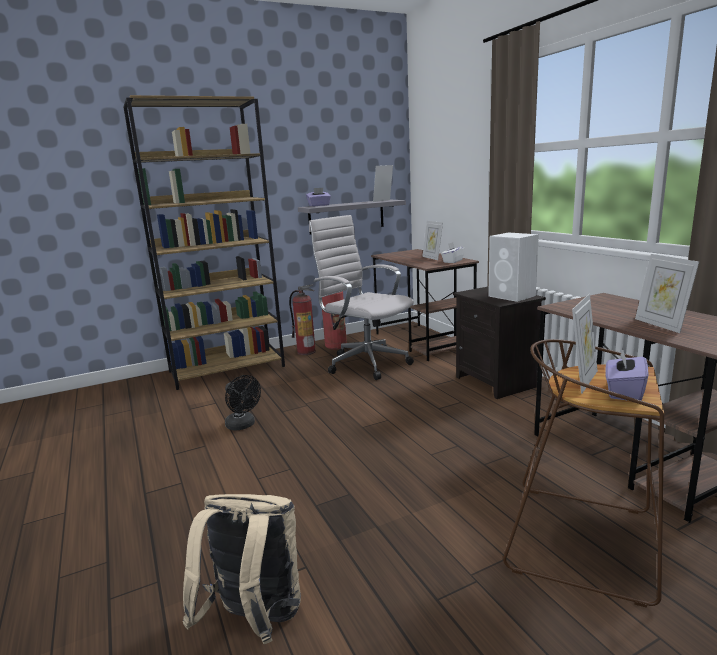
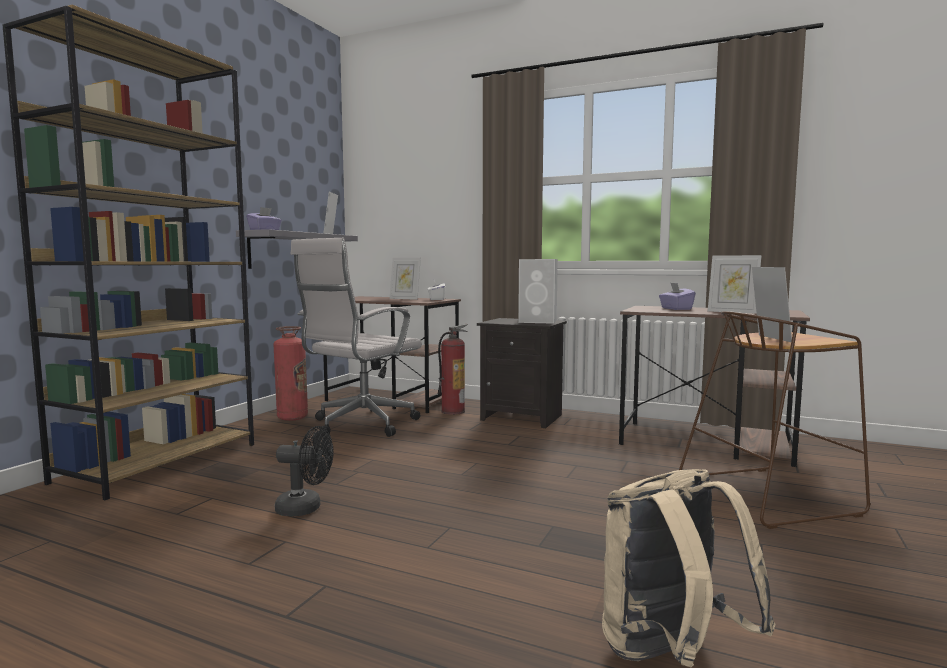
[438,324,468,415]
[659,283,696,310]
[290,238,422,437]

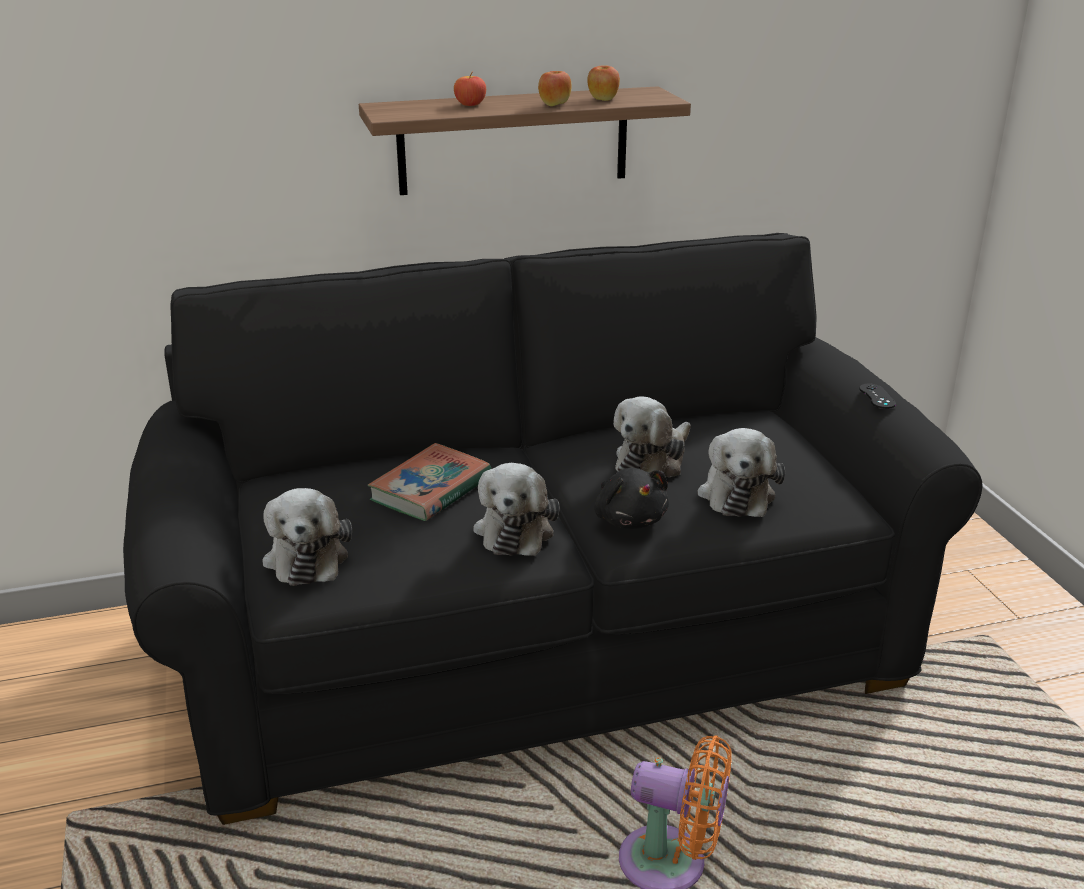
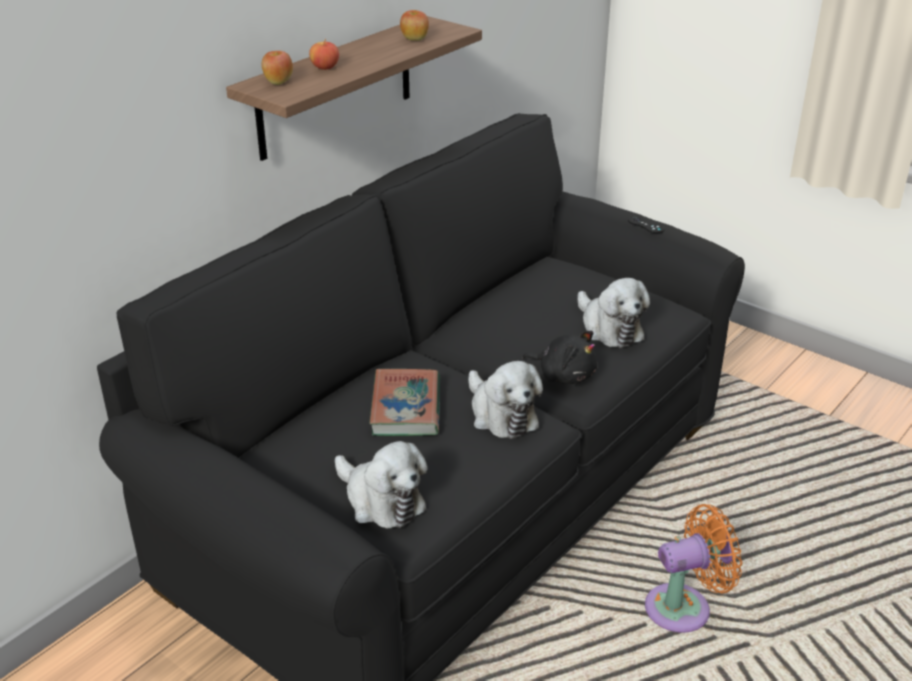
[613,396,691,477] (first image)
[261,51,293,85]

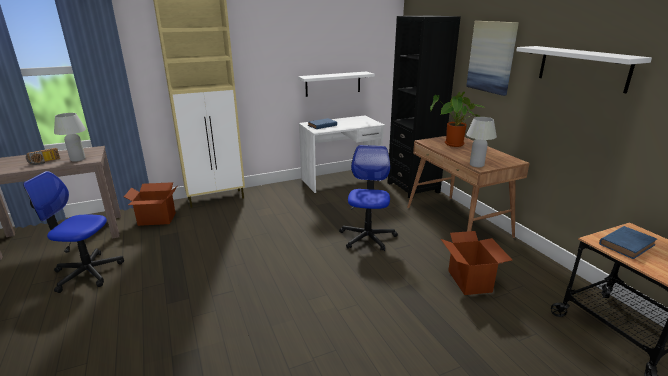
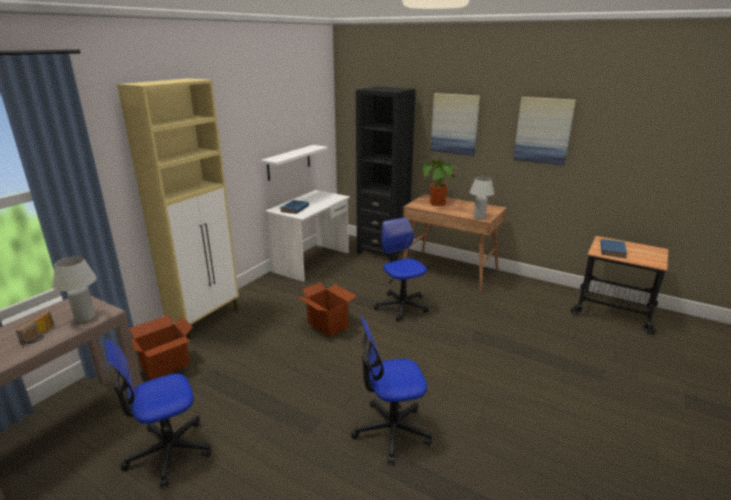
[351,317,432,464]
[297,282,357,337]
[513,97,576,166]

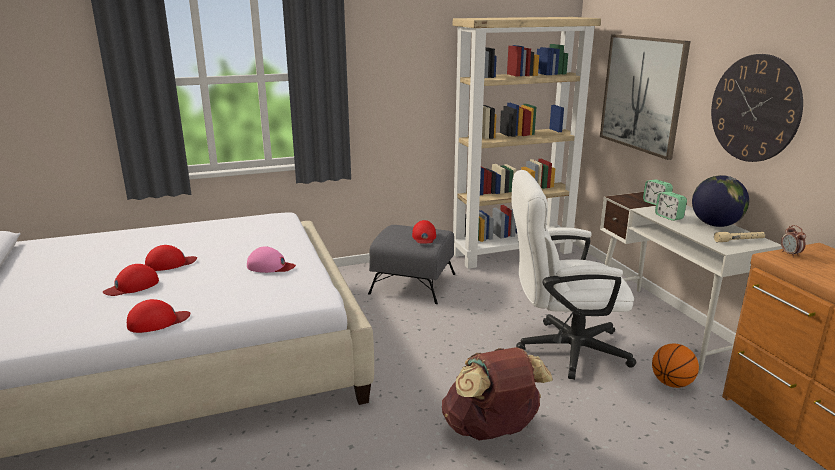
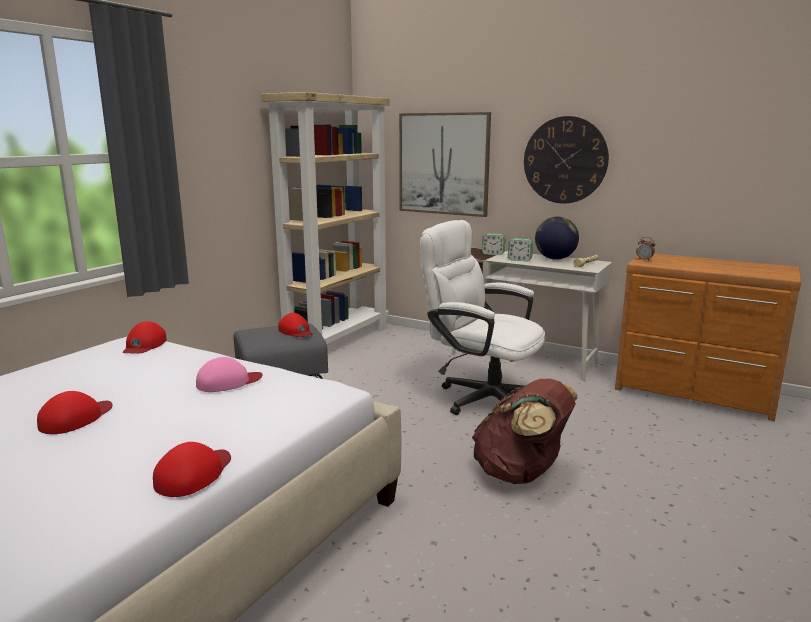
[652,344,699,388] (first image)
[123,321,167,354]
[420,220,545,415]

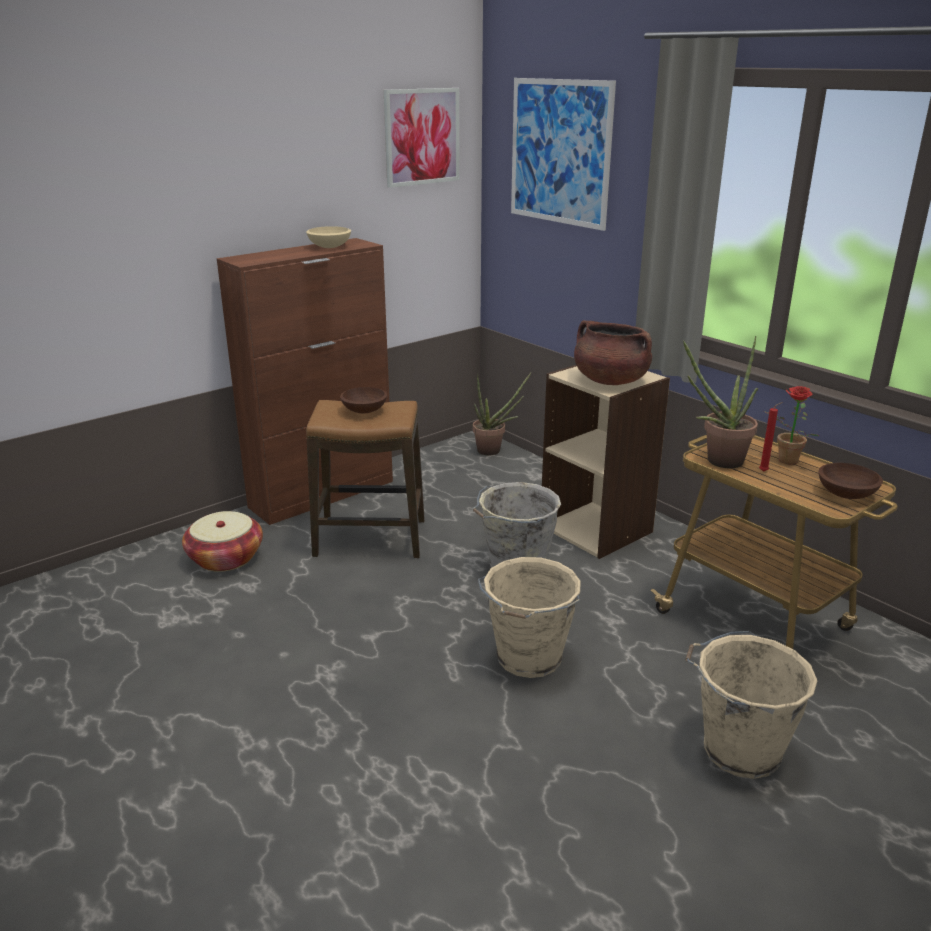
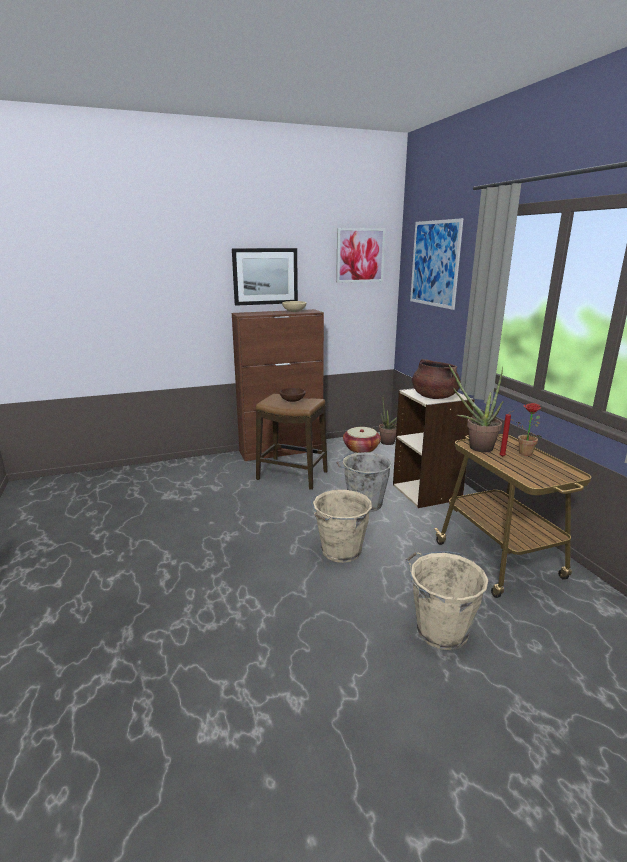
[819,463,883,499] (first image)
[232,248,298,306]
[343,427,381,453]

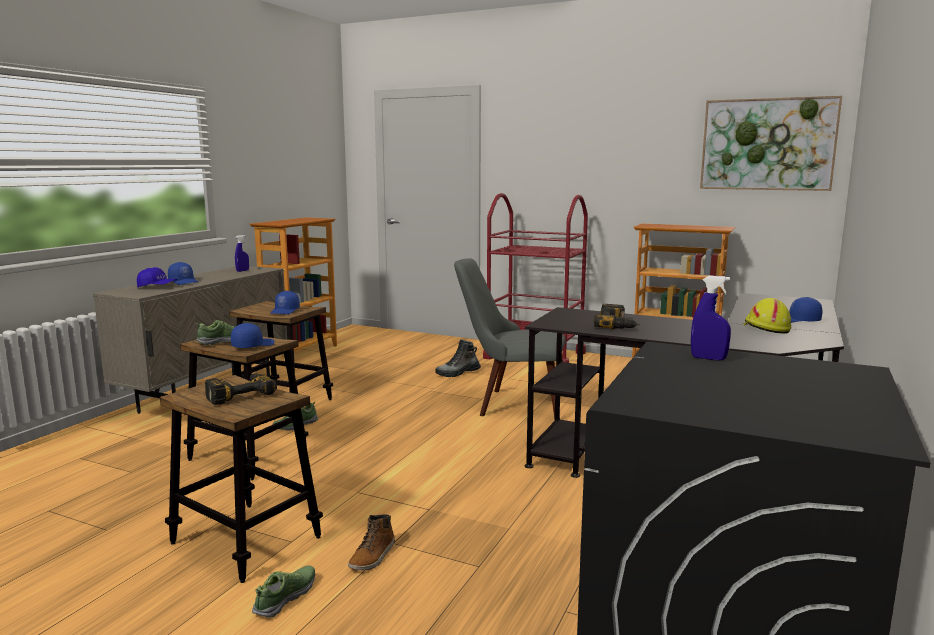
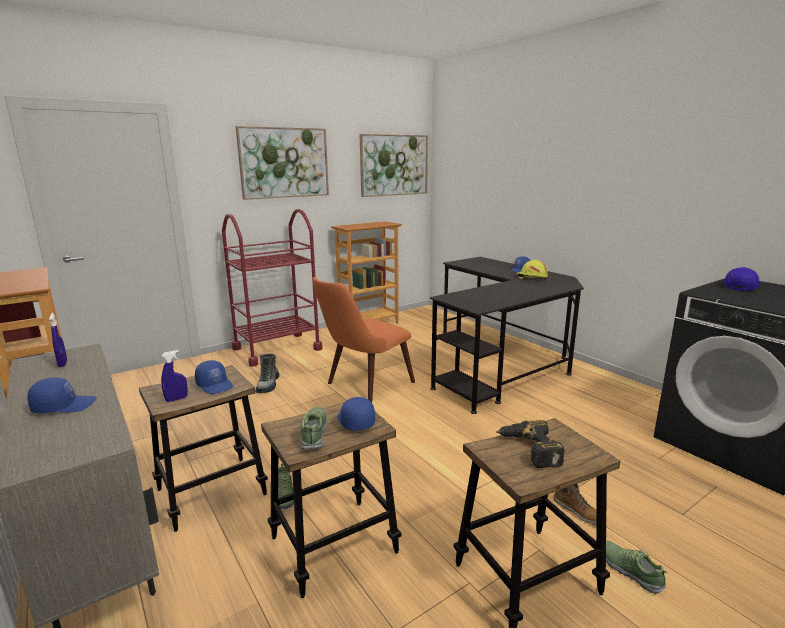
[594,304,639,329] (first image)
[236,126,329,200]
[723,267,759,291]
[161,350,188,402]
[312,277,415,402]

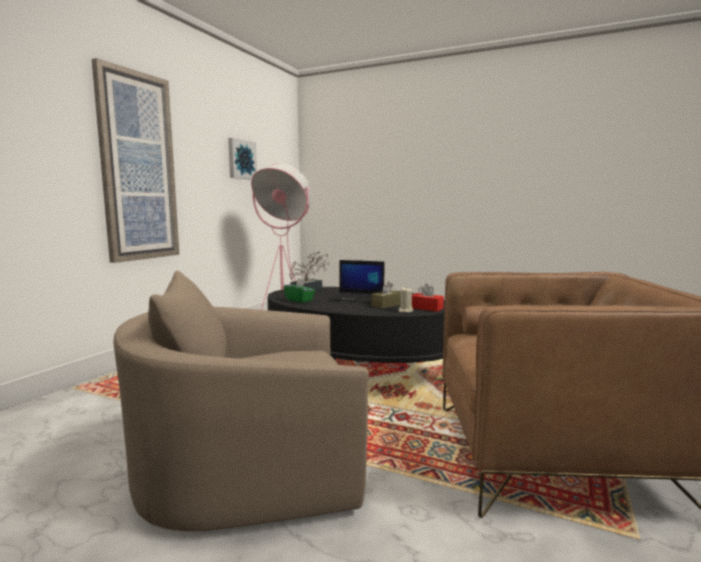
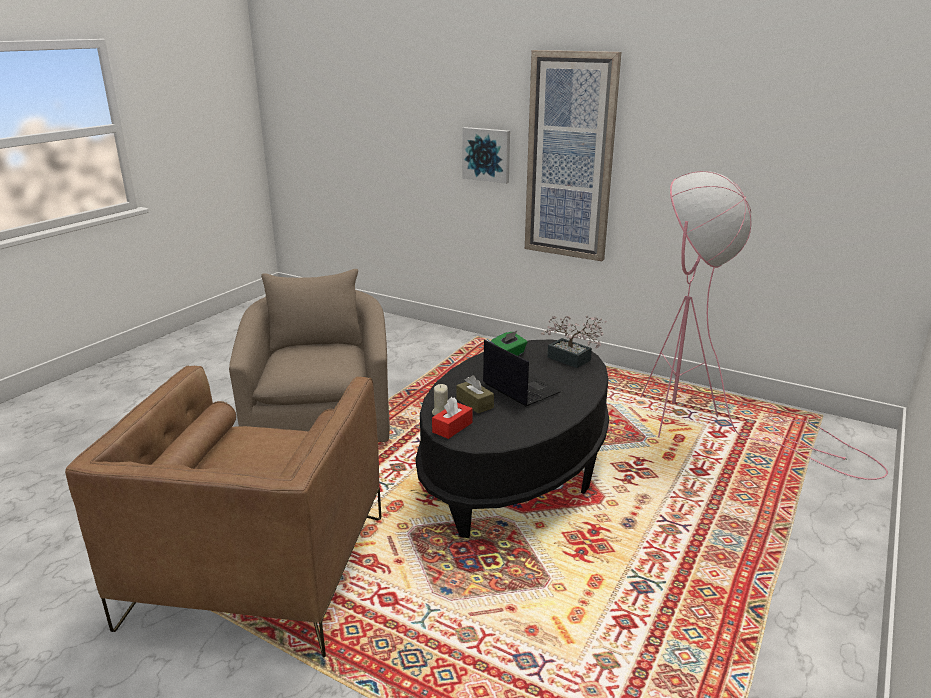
[462,127,510,184]
[483,340,561,406]

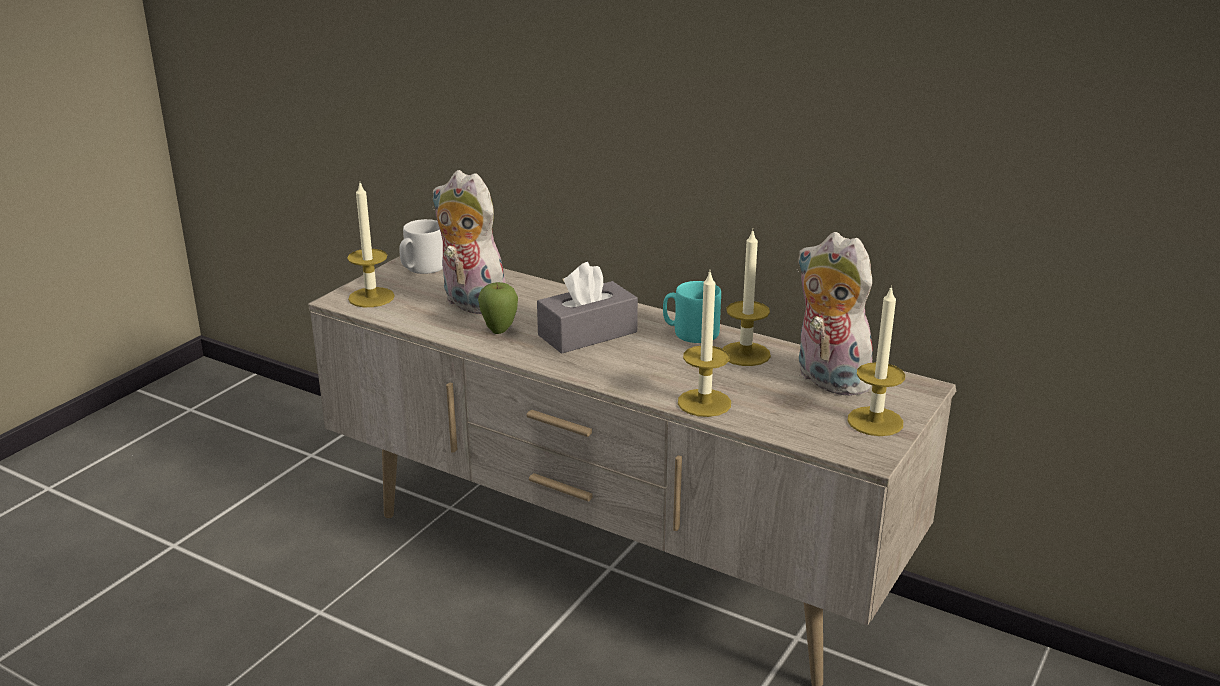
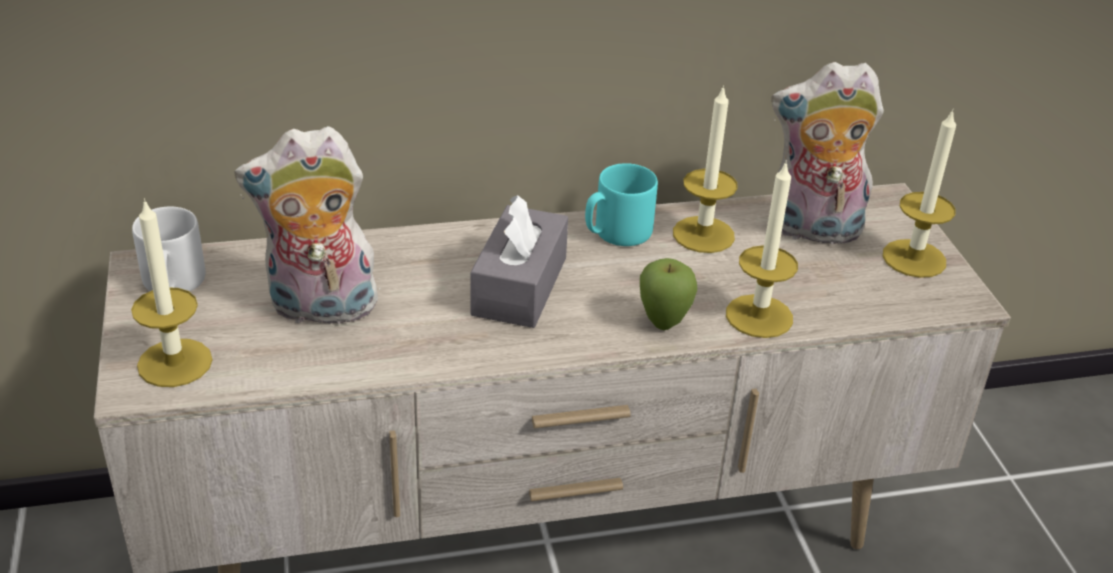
[640,258,697,330]

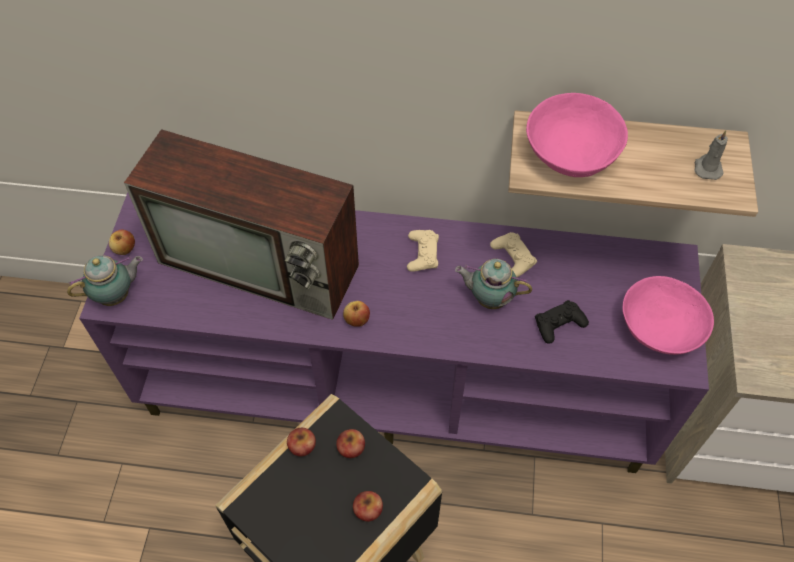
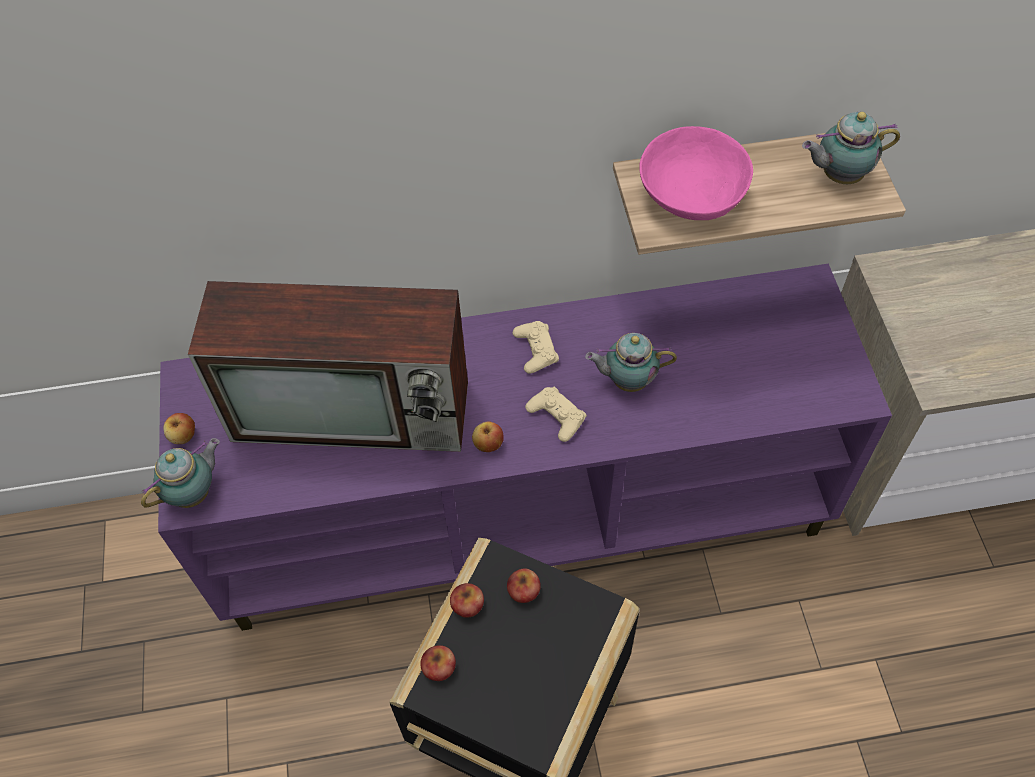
[535,300,589,344] (first image)
[623,276,714,355] (first image)
[420,645,456,681]
[525,387,587,442]
[802,112,900,184]

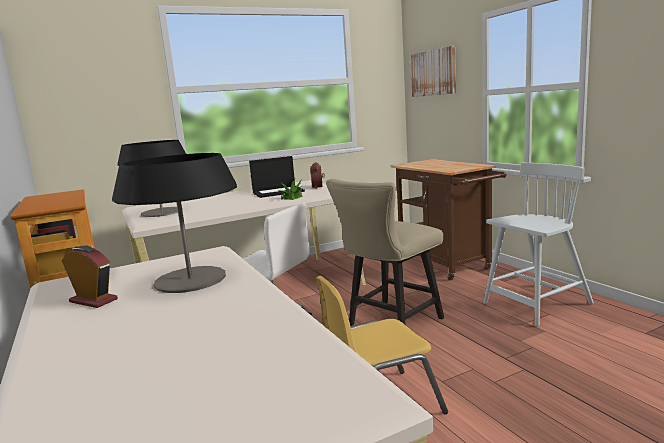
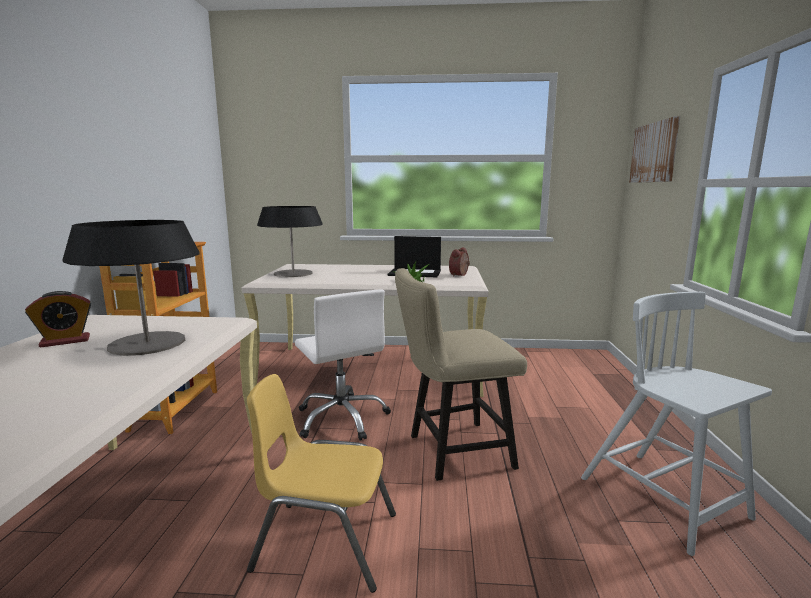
[391,159,507,281] (first image)
[25,291,91,348]
[581,292,772,556]

